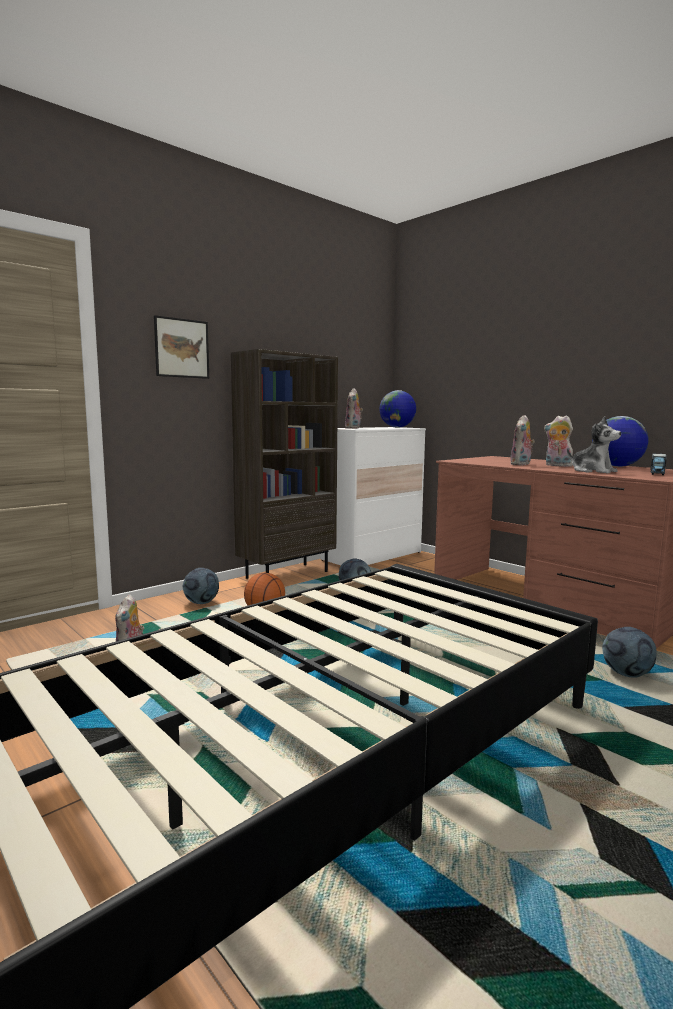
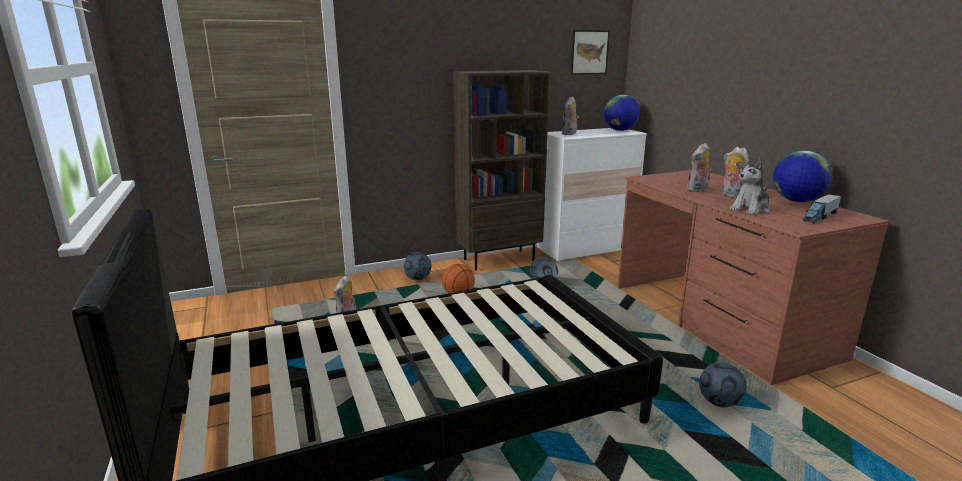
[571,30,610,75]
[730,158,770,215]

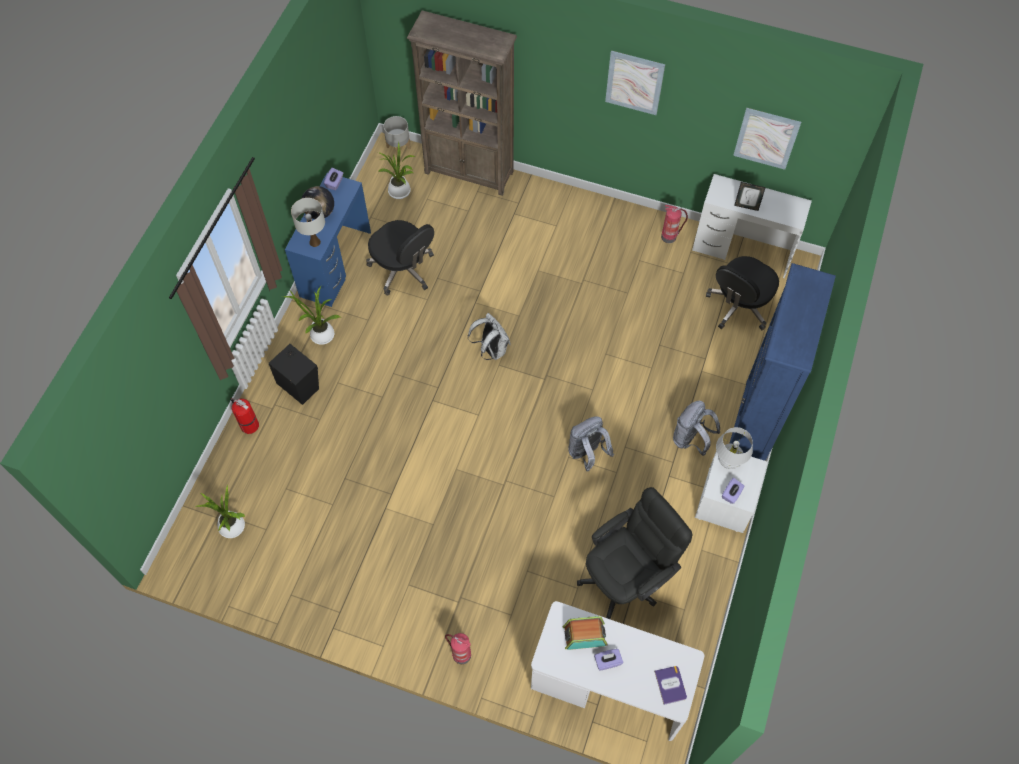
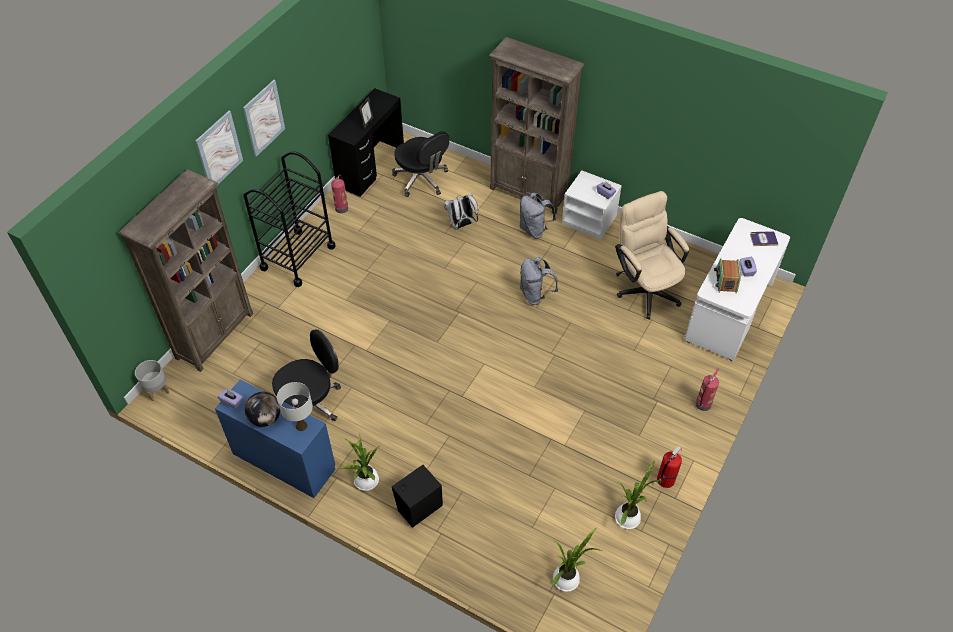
[716,427,753,469] (first image)
[243,151,335,287]
[657,446,682,488]
[615,461,660,529]
[444,193,478,229]
[195,111,243,185]
[615,191,689,319]
[328,88,404,197]
[489,37,584,215]

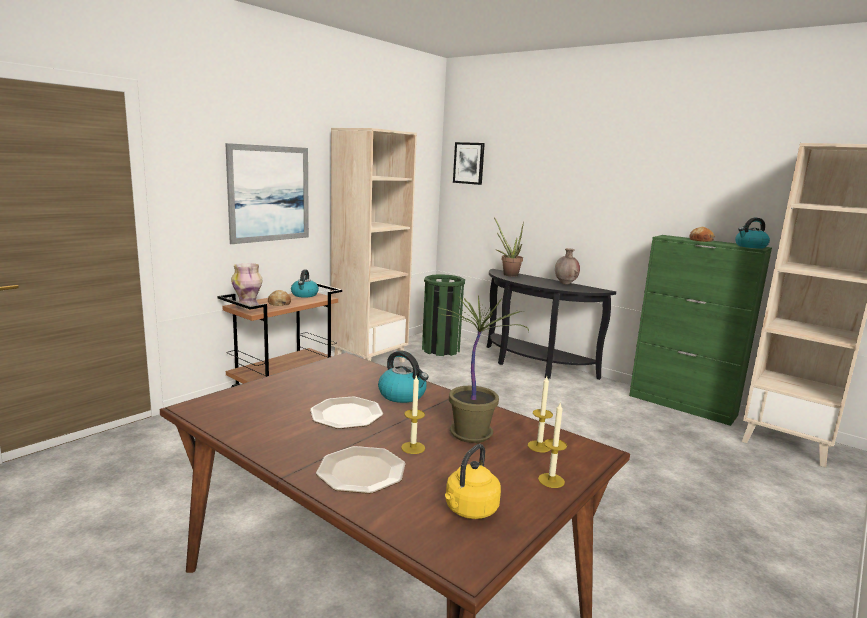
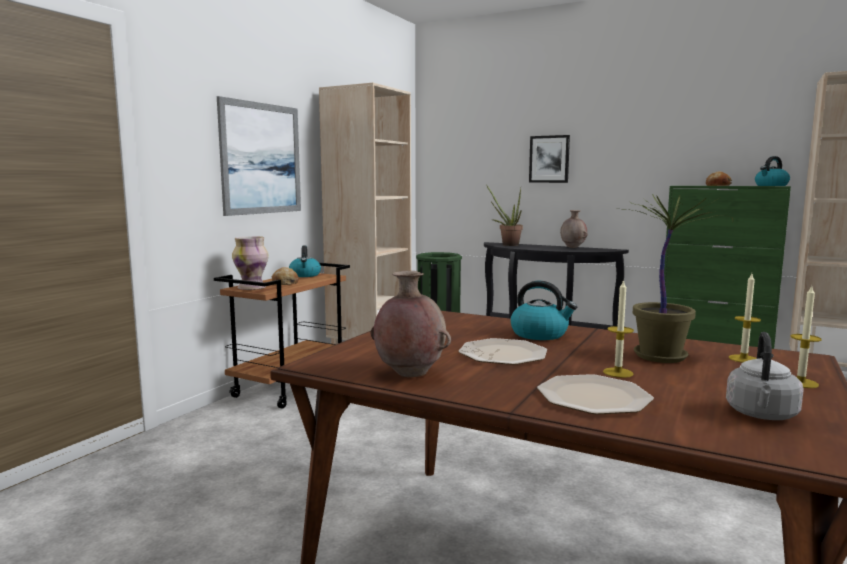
[370,271,451,377]
[529,135,570,183]
[726,332,803,420]

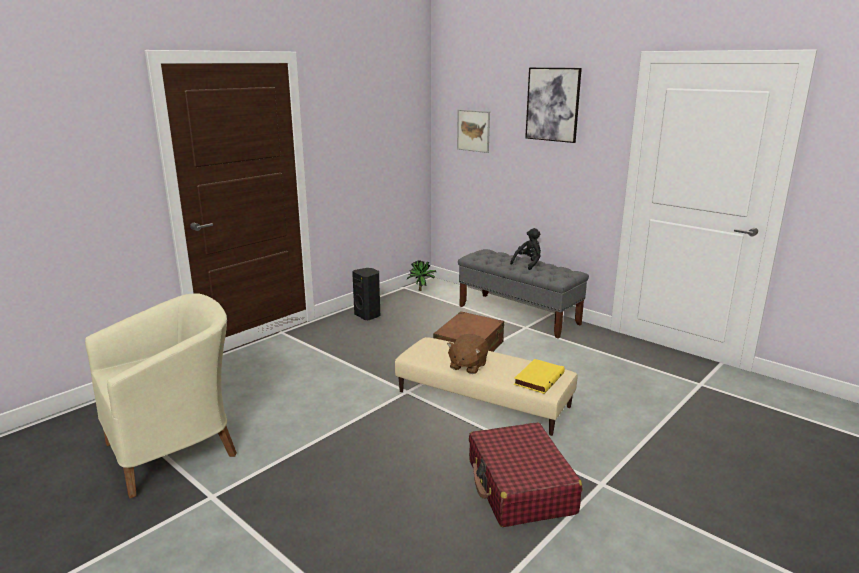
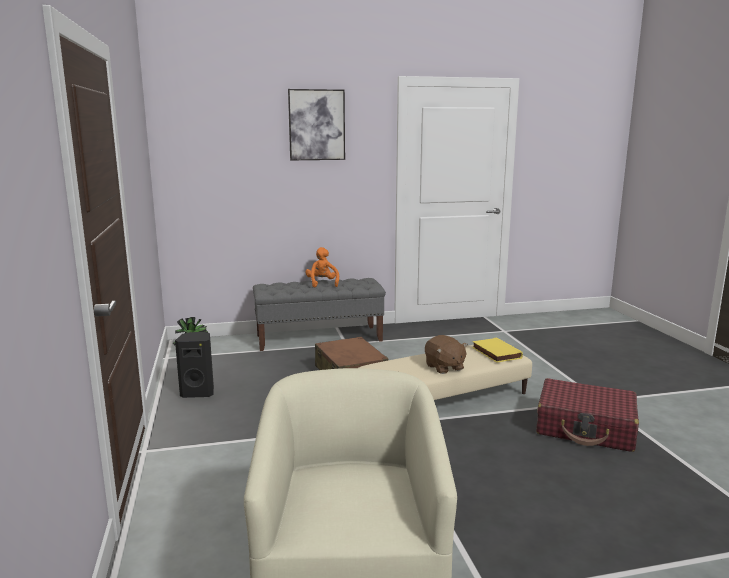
[457,109,490,153] (first image)
[305,247,339,287]

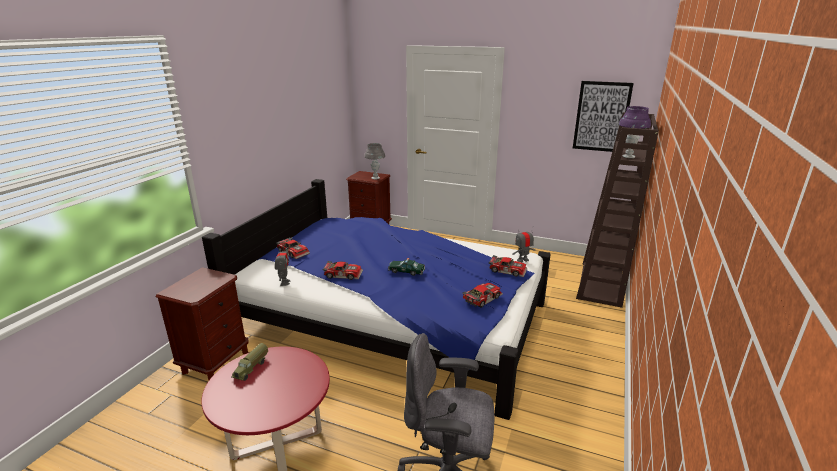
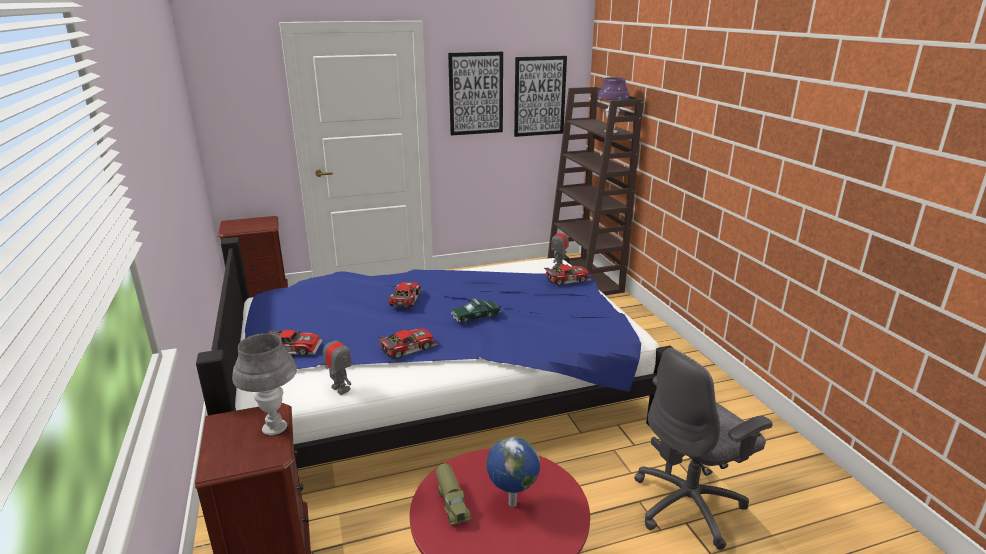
[448,52,503,135]
[487,437,540,507]
[232,333,297,435]
[388,282,422,308]

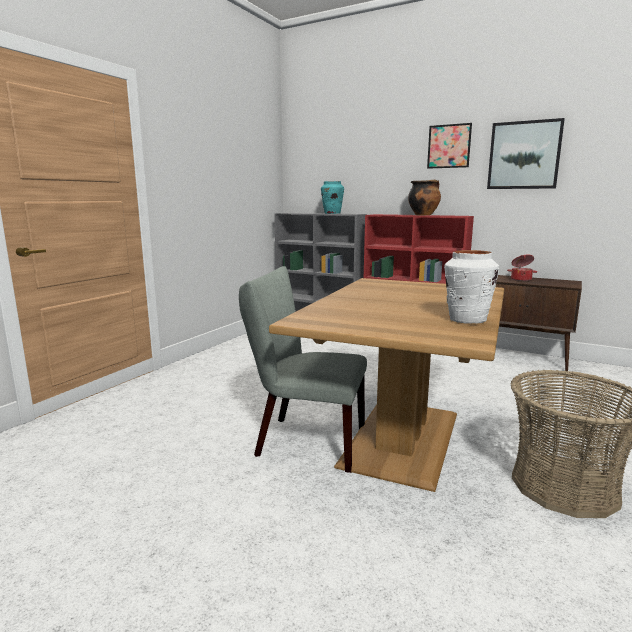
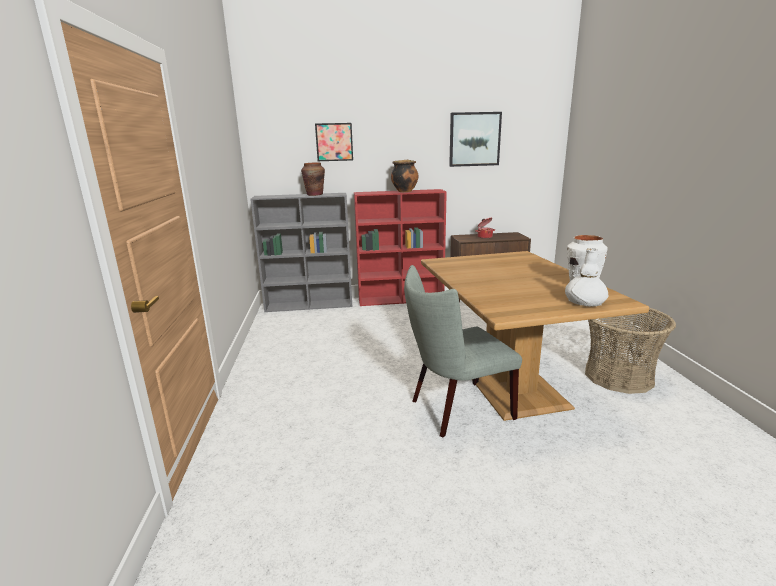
[565,248,608,307]
[315,123,353,161]
[301,162,325,196]

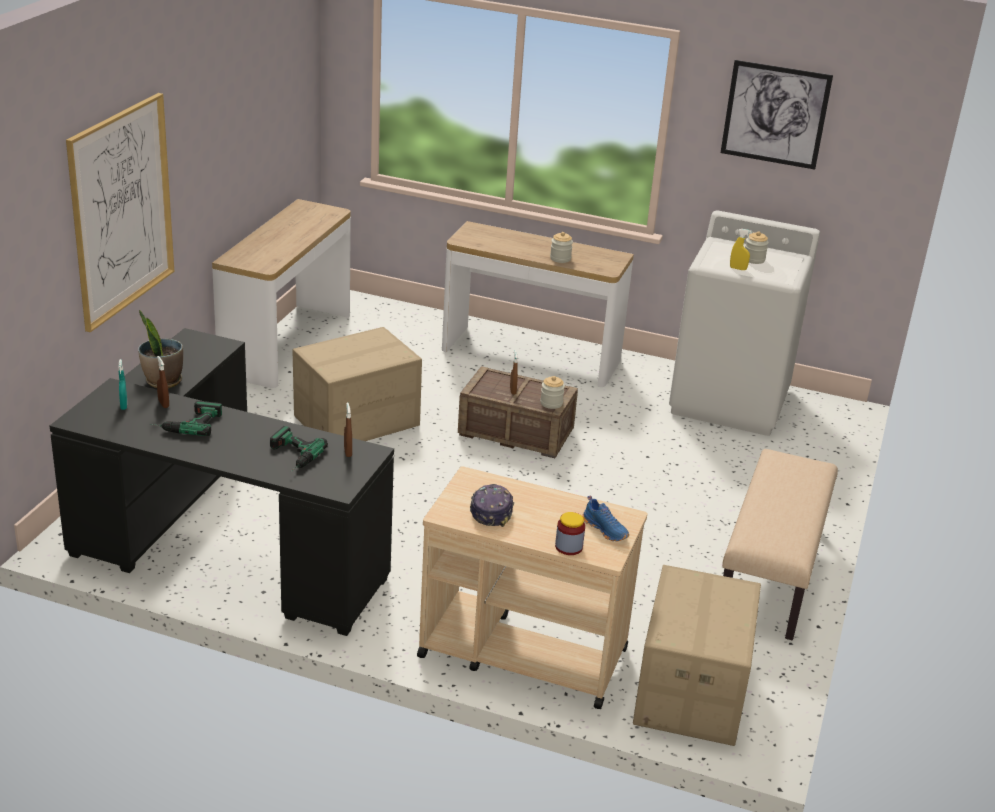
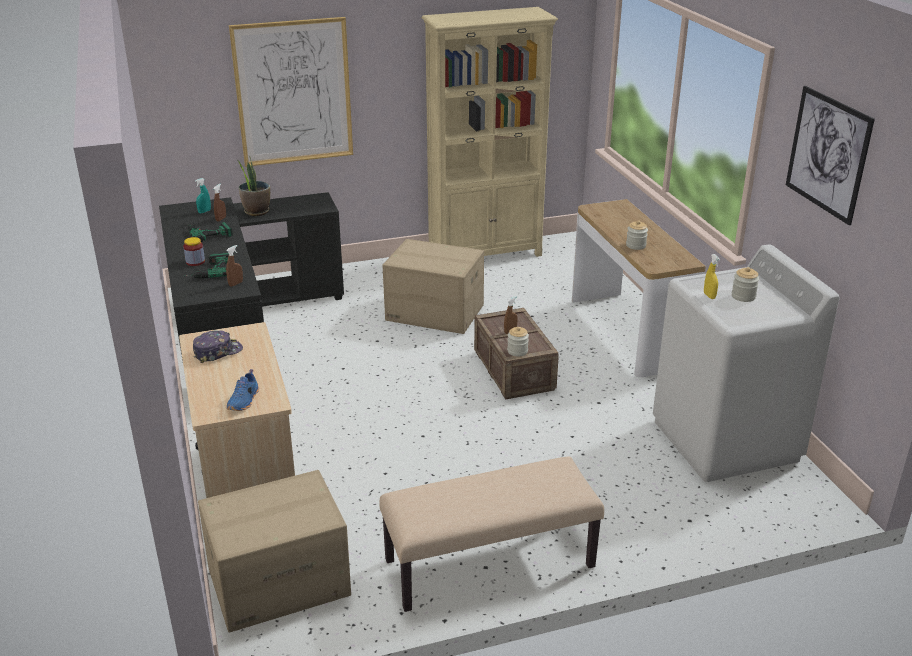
[183,237,205,266]
[422,7,558,257]

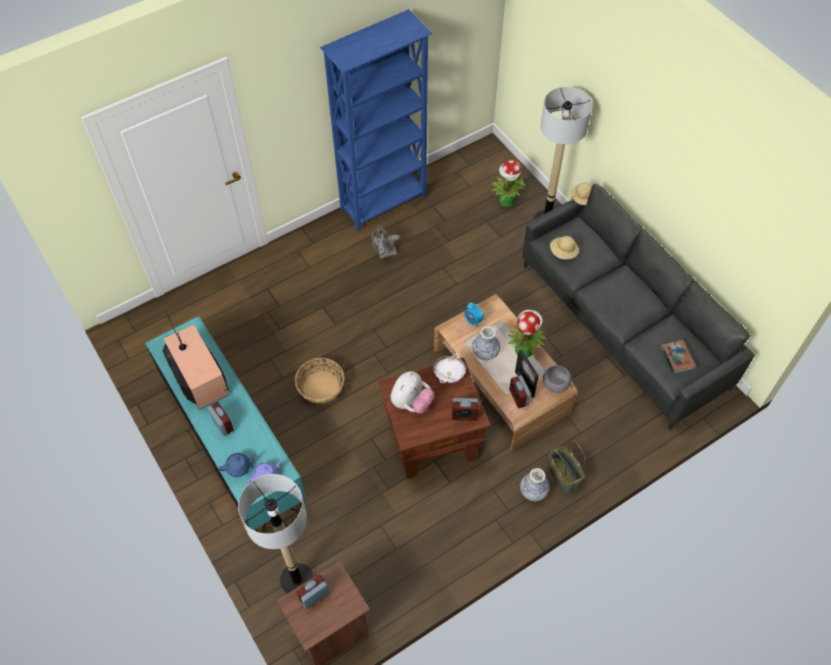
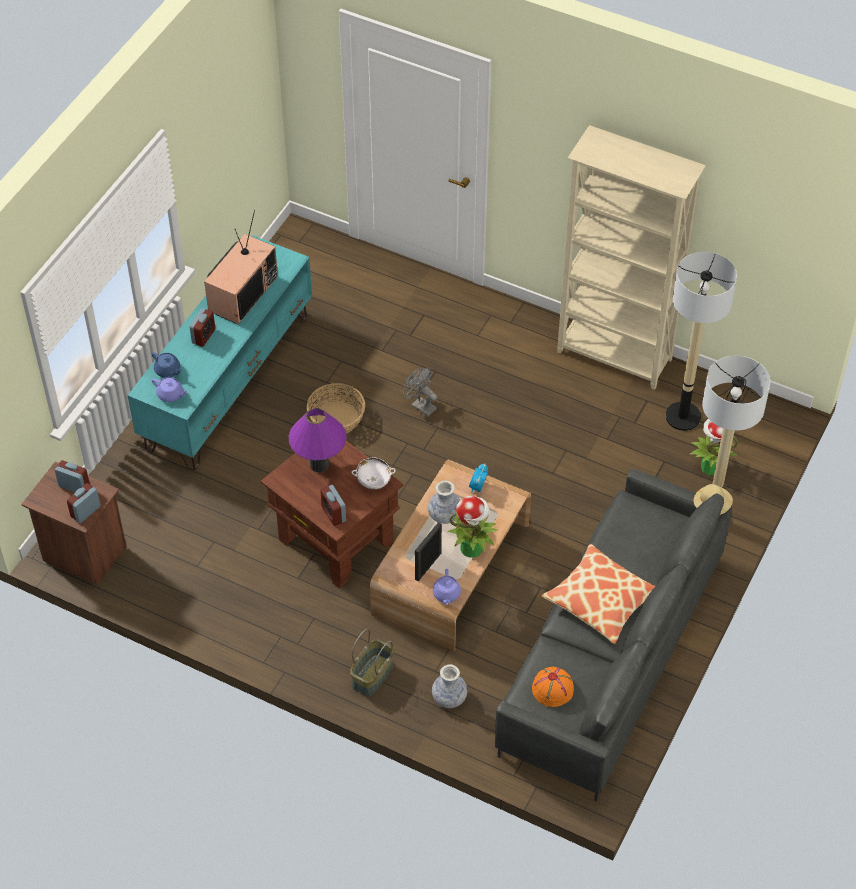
[550,236,579,259] (first image)
[541,544,655,644]
[666,252,737,431]
[403,368,438,417]
[67,483,100,523]
[432,664,467,708]
[289,408,347,472]
[433,569,461,605]
[532,667,574,707]
[557,125,706,390]

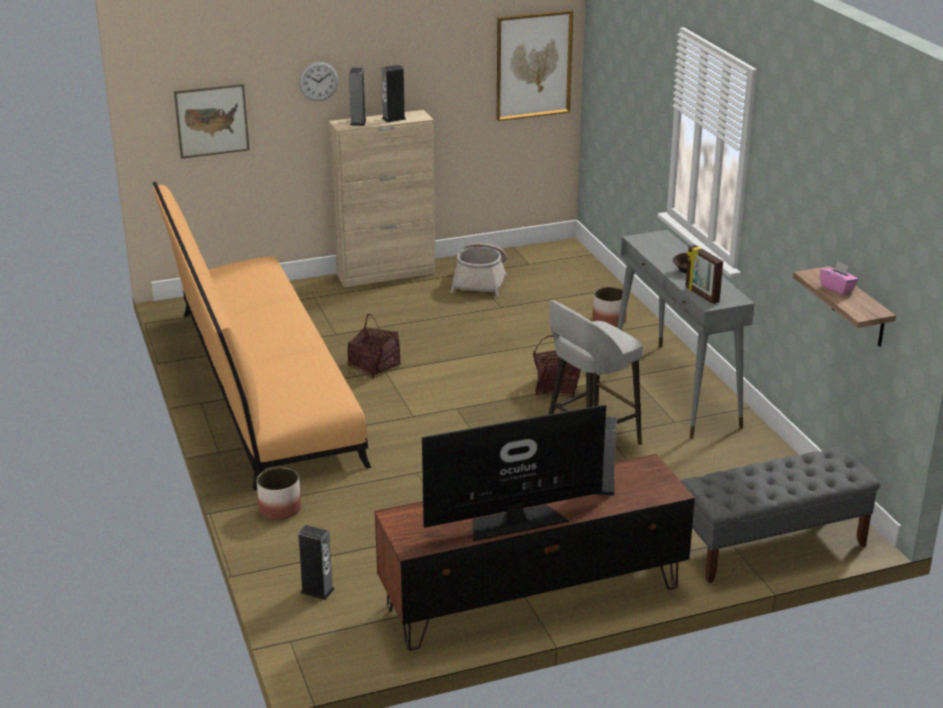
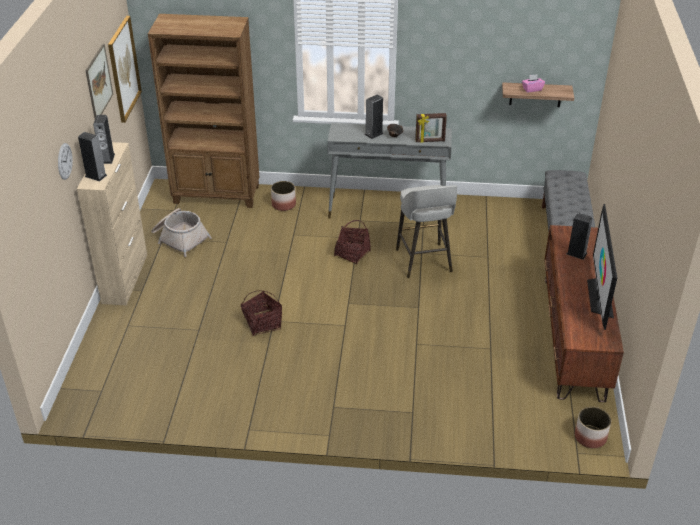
[153,181,371,490] (first image)
[148,14,259,208]
[85,44,113,118]
[575,407,611,448]
[365,94,383,139]

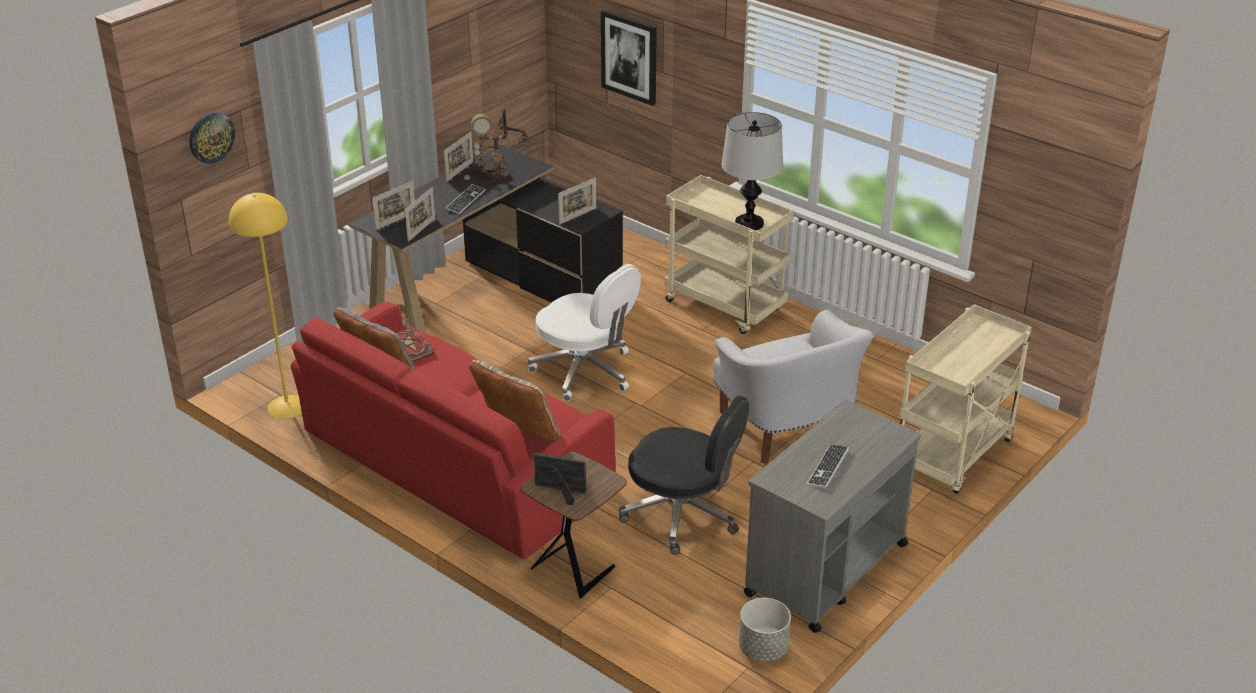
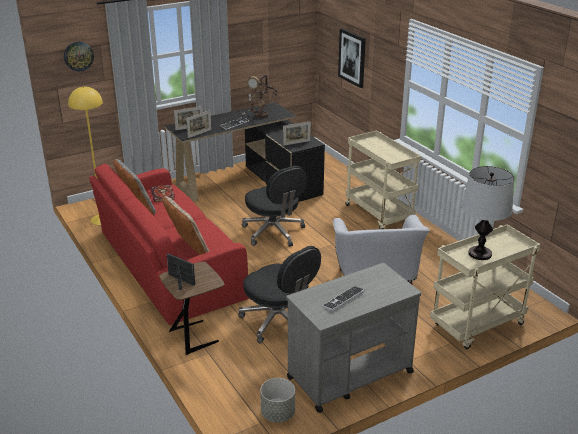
[444,132,473,182] (first image)
[462,166,514,260]
[242,166,307,247]

